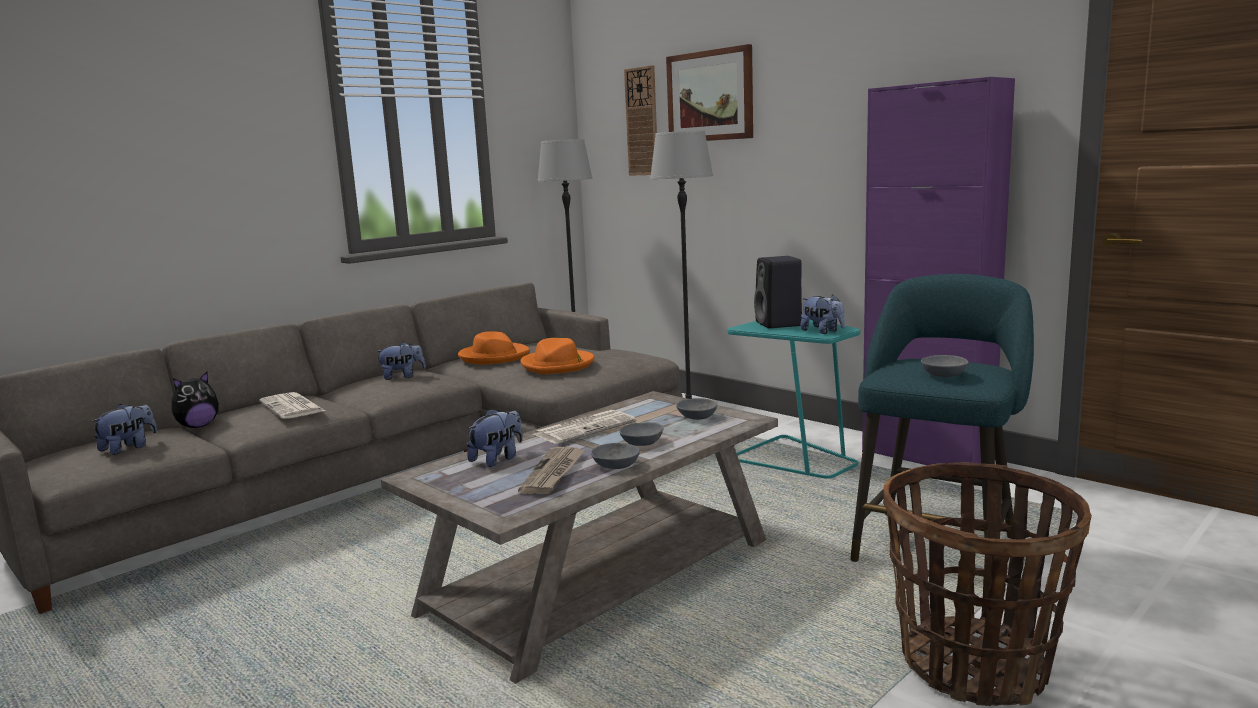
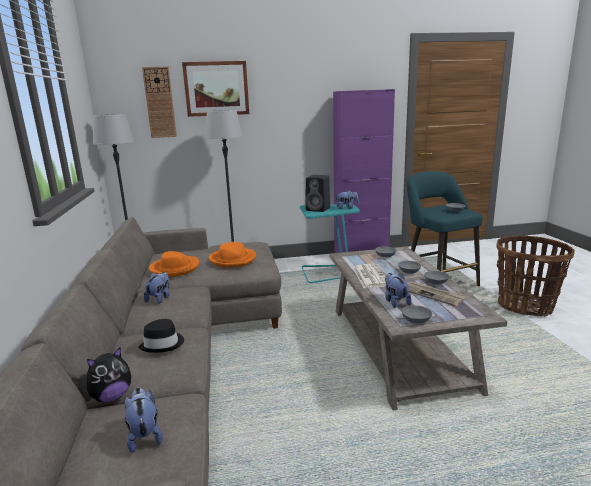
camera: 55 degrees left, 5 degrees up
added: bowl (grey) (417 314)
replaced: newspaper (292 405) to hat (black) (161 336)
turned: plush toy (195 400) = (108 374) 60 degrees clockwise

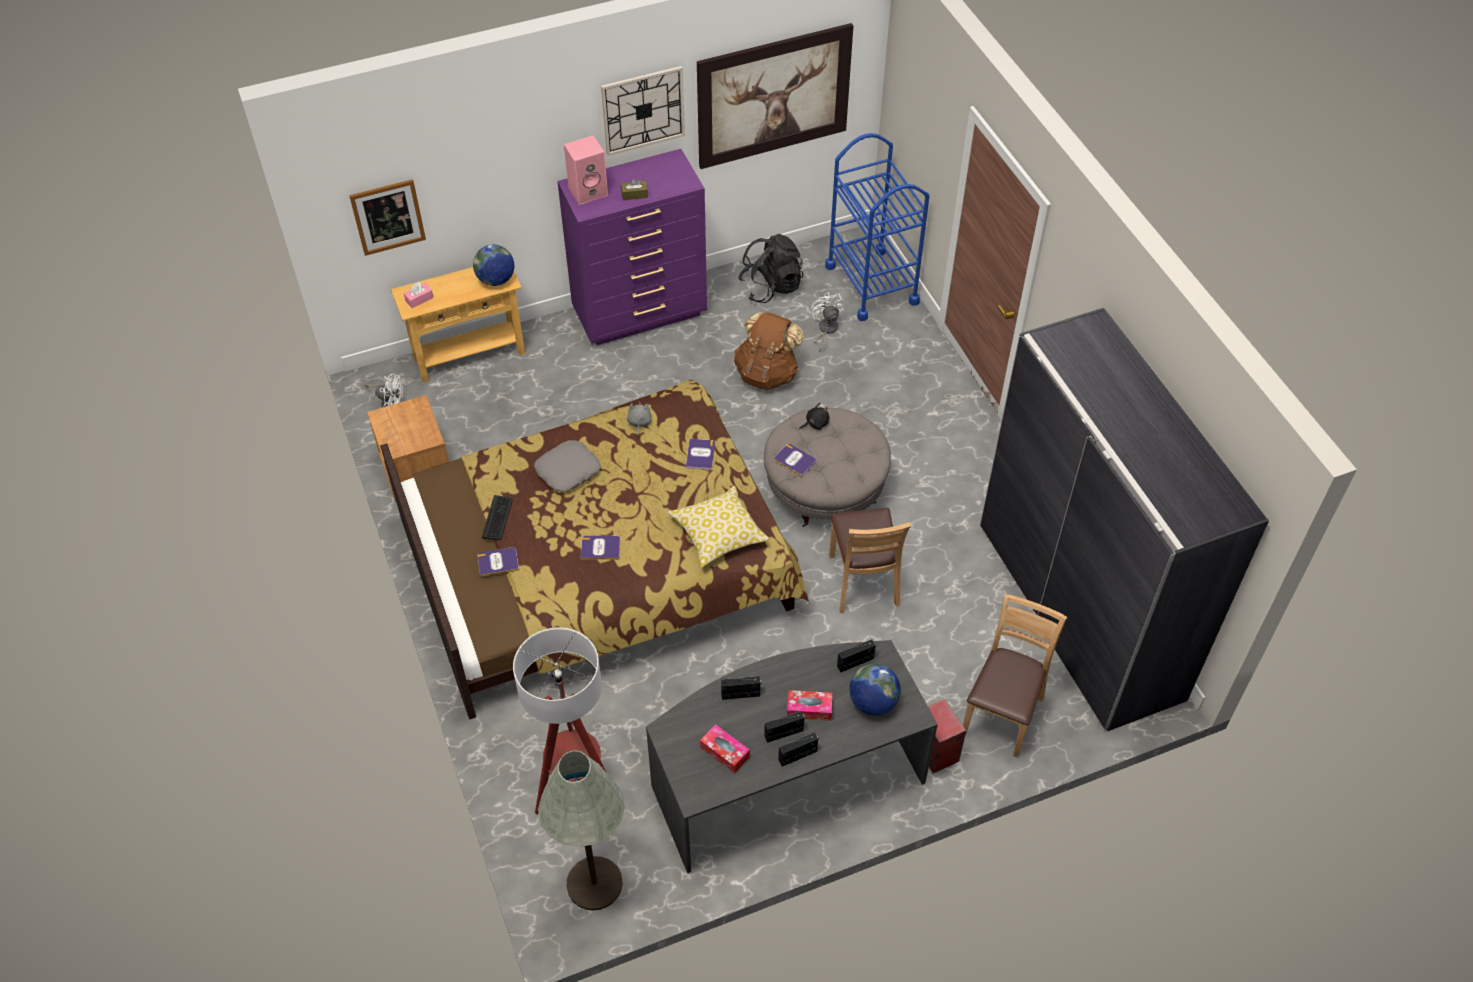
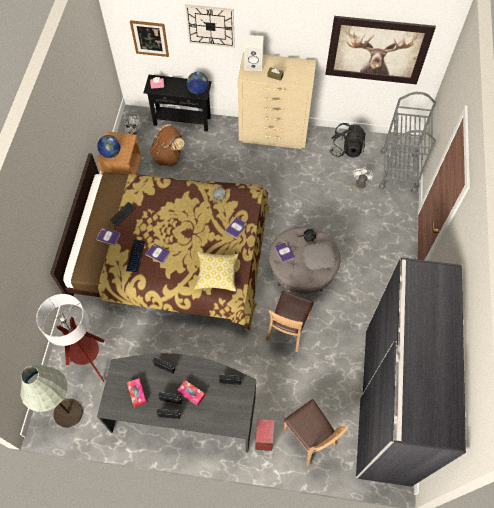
camera: 30 degrees right, 10 degrees up
added: keyboard (135 256)
moved: wall clock (643 111) to (210 26); backpack (brown) (769 350) to (167 145); pillow (grey) (567 466) to (319 256); globe (875 689) to (108 146)
recoloured: cart (blue) (877 227) to cart (grey) (407 142); speaker (pink) (586 170) to speaker (white) (254 53); dresser (purple) (632 247) to dresser (beige) (277 100); console table (beige) (458 325) to console table (black) (177 103)
turned: chair (brown) (1015 676) = (315 432) 90 degrees clockwise

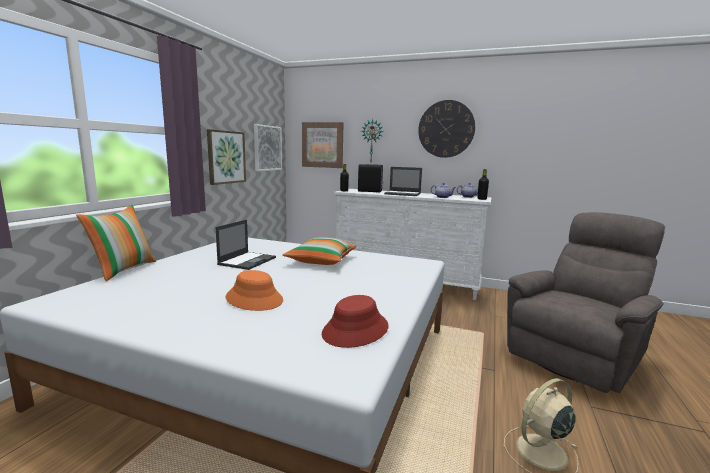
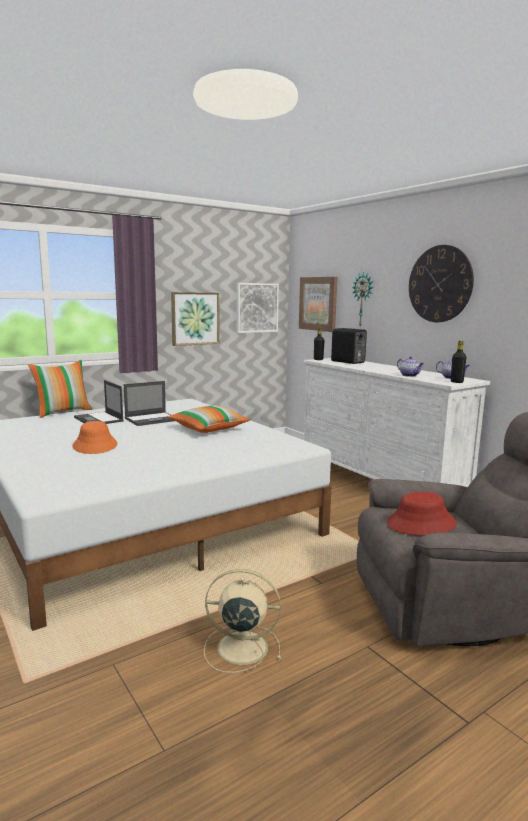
camera: 35 degrees right, 0 degrees up
moved: laptop (403 181) to (99 402); hat (red) (355 321) to (421 513)

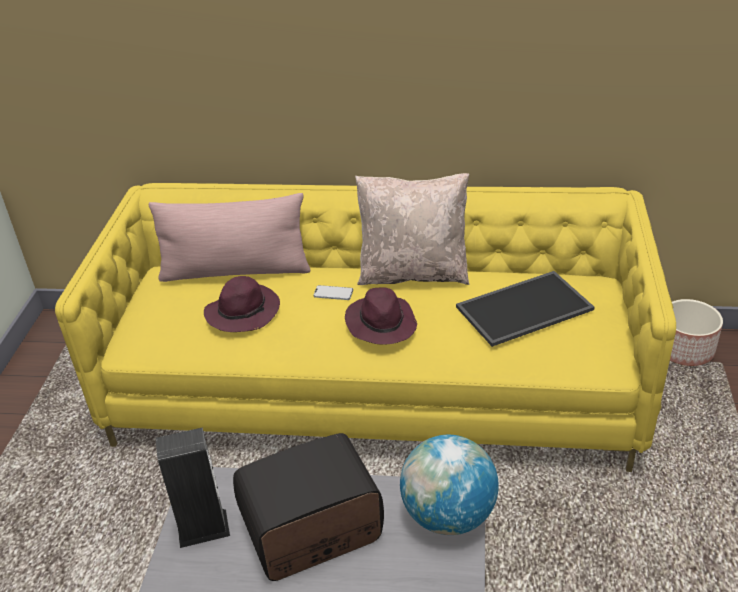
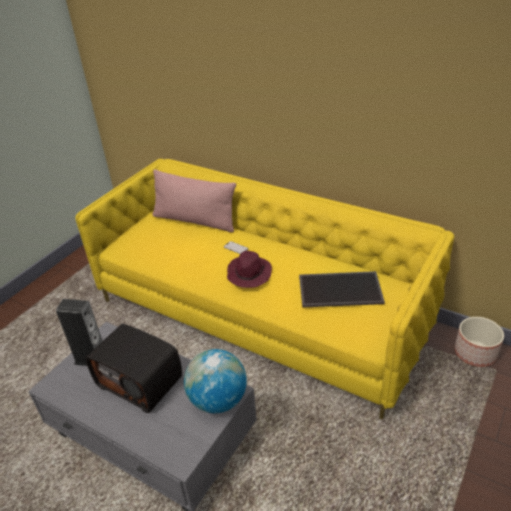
camera: 25 degrees right, 0 degrees up
removed: pillow (beige) (412 229); hat (purple) (242 304)
turned: radio (308 507) = (133 368) 150 degrees counterclockwise

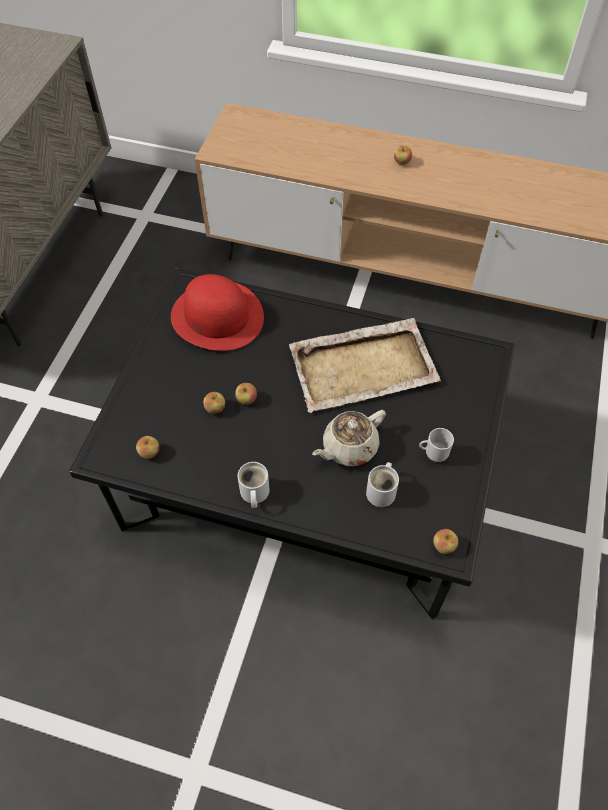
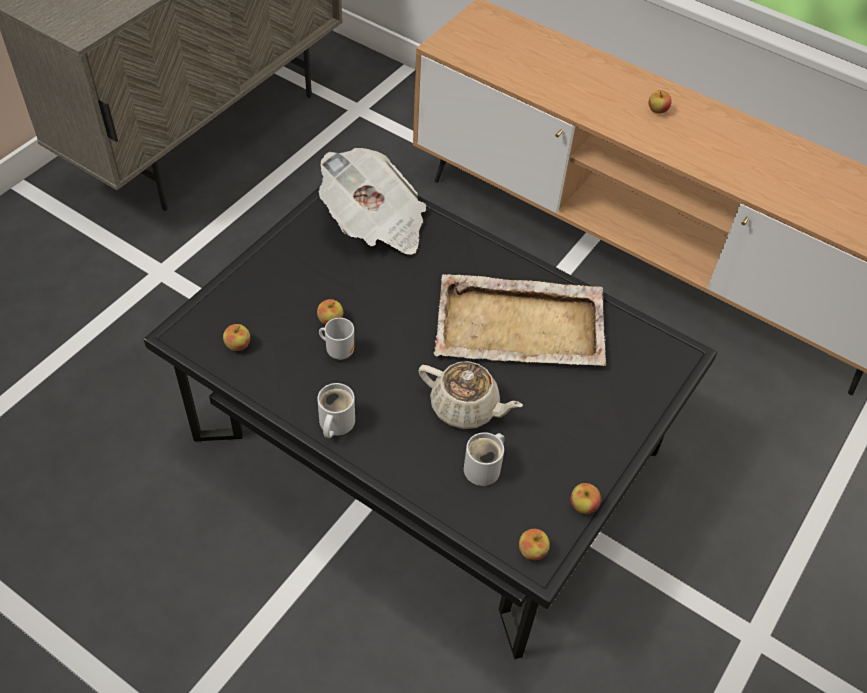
camera: 15 degrees right, 5 degrees down
moved: apple (246 394) to (585 498); mug (436 445) to (336 339)
replaced: hat (red) (217 312) to newspaper (372 201)
turned: teapot (beige) (349 438) = (470 395) 135 degrees counterclockwise

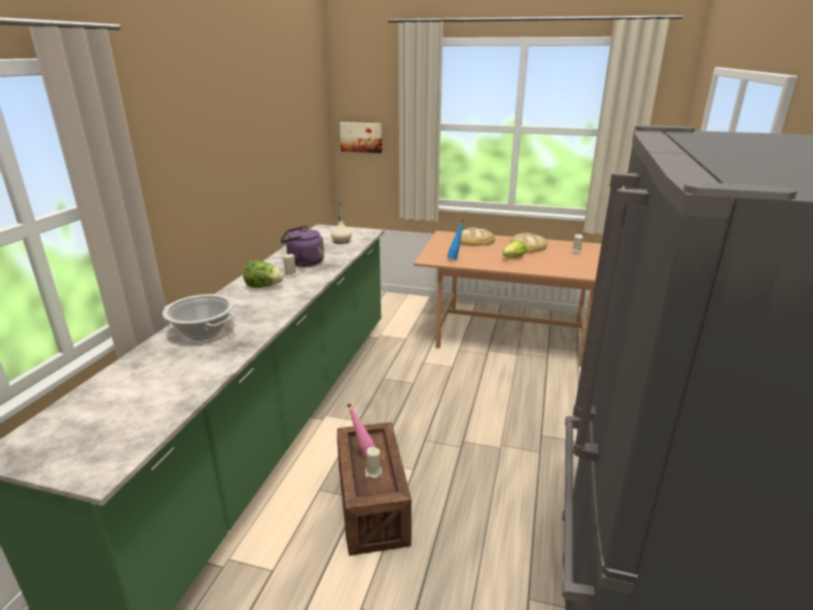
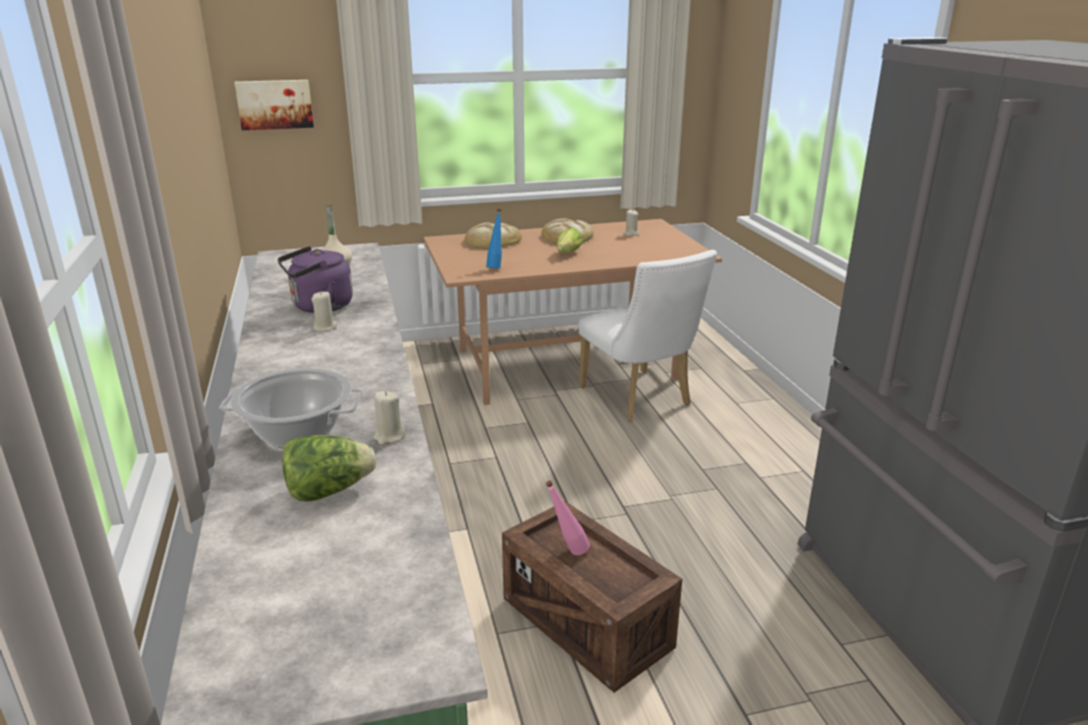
camera: 30 degrees left, 0 degrees up
added: chair (white) (648 335)
moved: lettuce (263 274) to (329 468); candle (beige) (374 462) to (390 418)

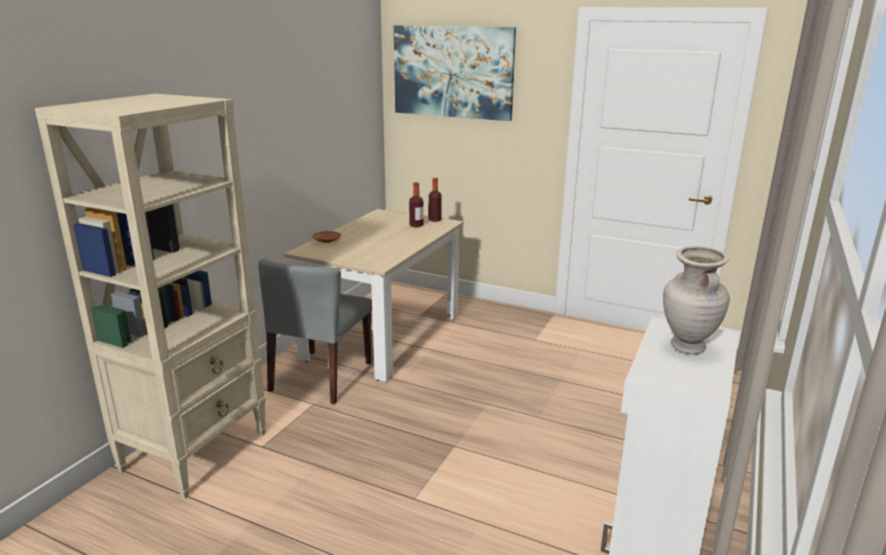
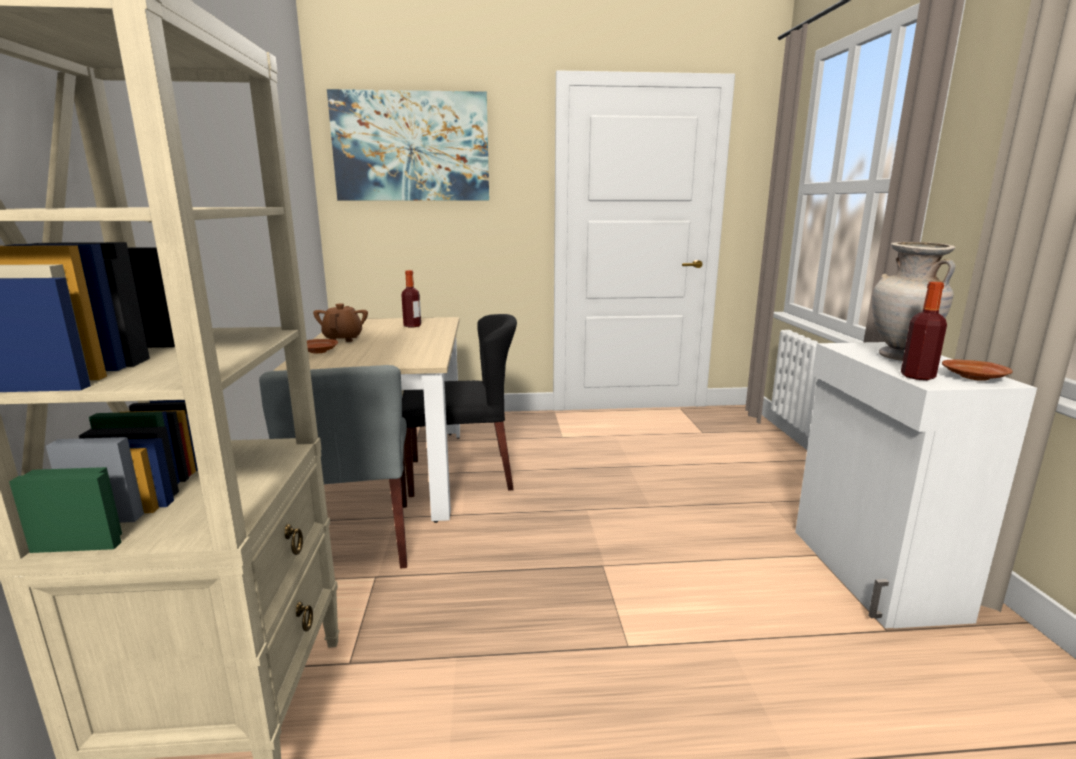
camera: 30 degrees left, 5 degrees down
added: teapot (brown) (340 322); chair (black) (459 405); plate (brown) (977 370)
moved: bottle (435 200) to (924 331)

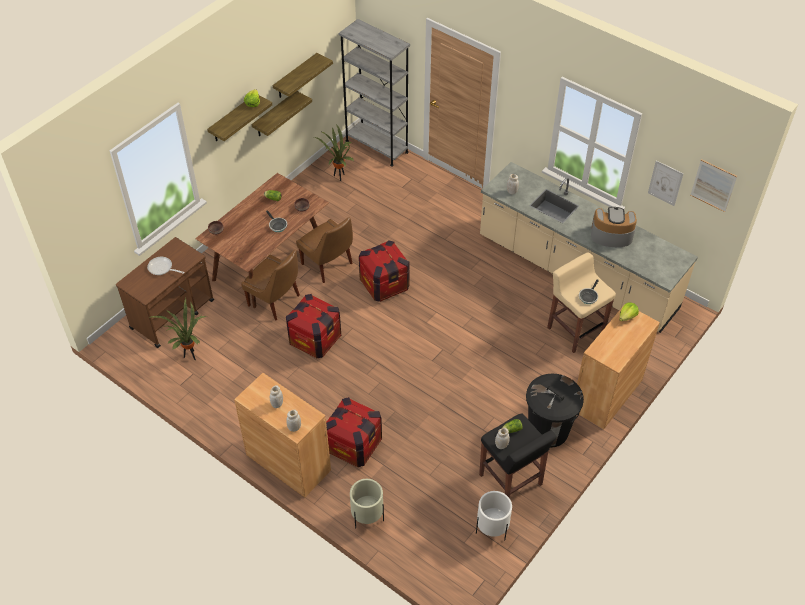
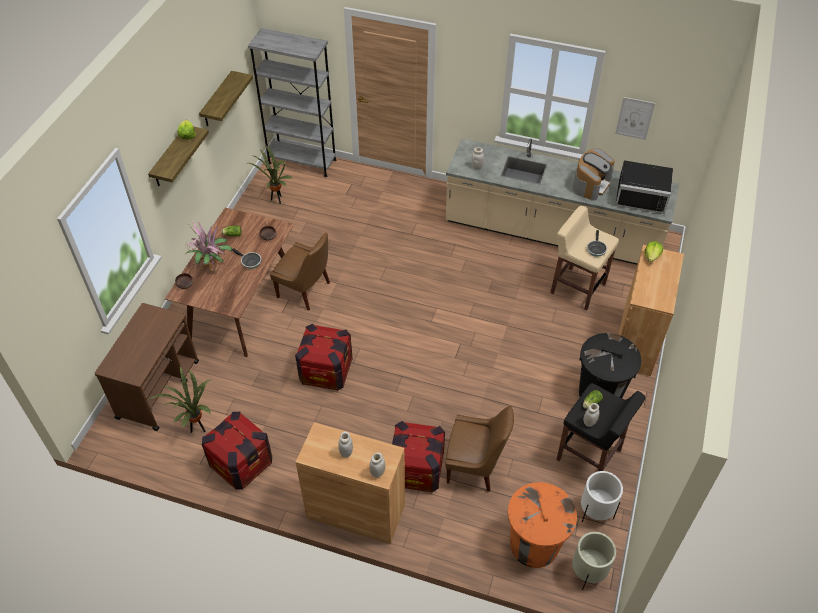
camera: 20 degrees left, 0 degrees up
removed: shelf (281 113); picture (713 185); frying pan (166 266)
added: microwave (black) (644 187); potted plant (208 246); trash can (orange) (542 525)
moved: crate (384 271) to (237 451); chair (brown) (270 285) to (479 449); planter (beige) (367 503) to (594 561)
turned: coffee machine (614 227) = (594 174) 135 degrees clockwise

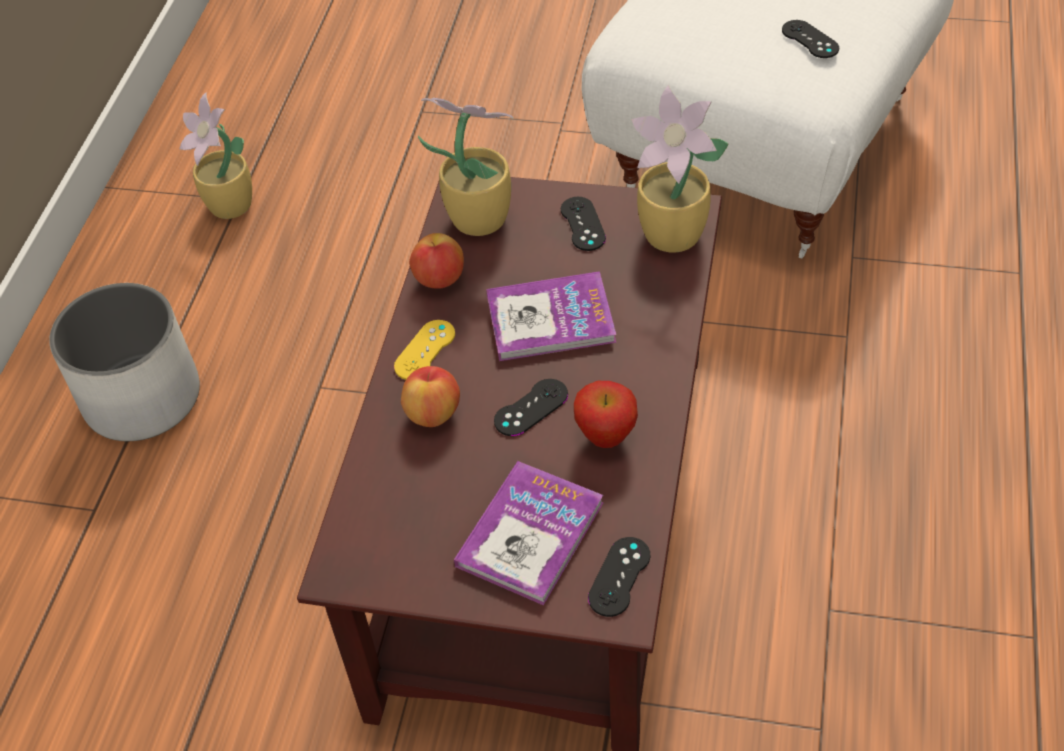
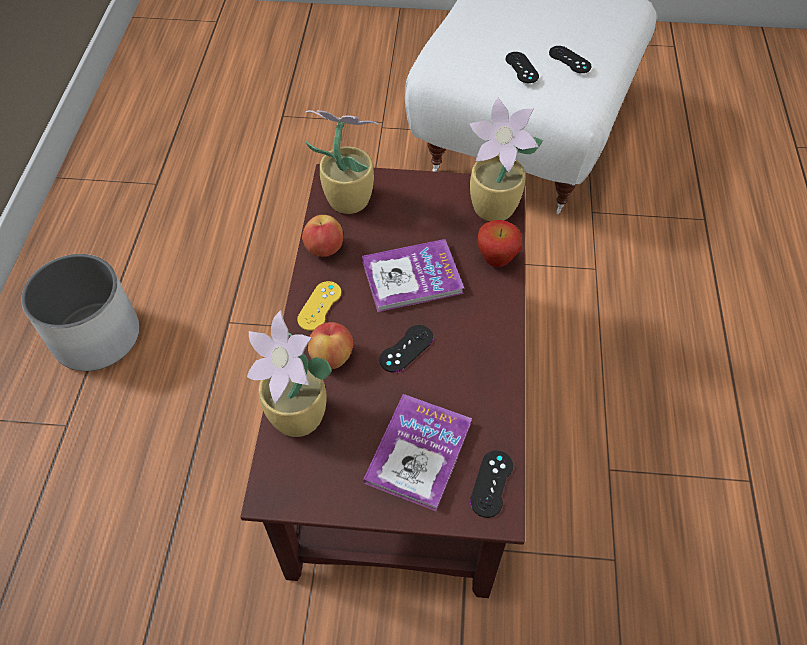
camera: 10 degrees left, 5 degrees up
moved: potted plant (216 156) to (289 373); game controller (black) (583 224) to (522 67); apple (606 414) to (499 243)

